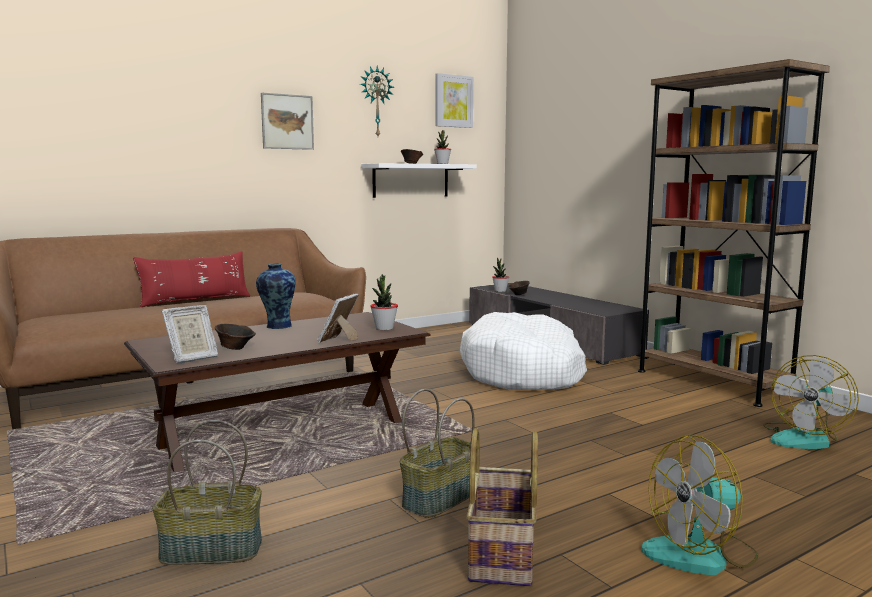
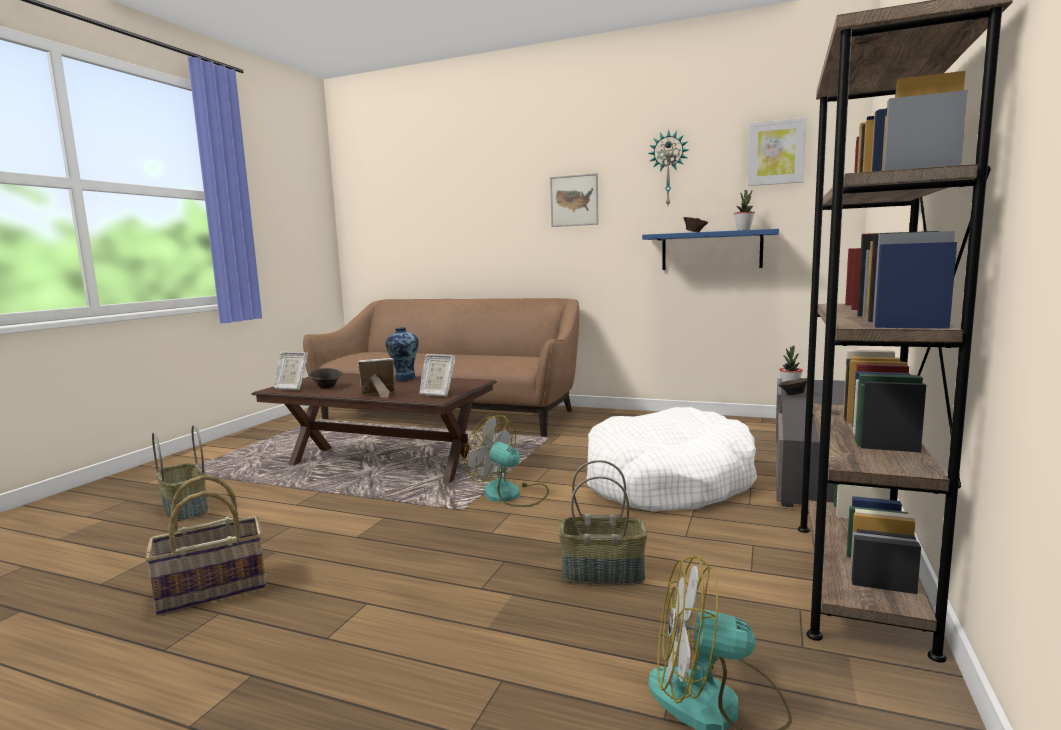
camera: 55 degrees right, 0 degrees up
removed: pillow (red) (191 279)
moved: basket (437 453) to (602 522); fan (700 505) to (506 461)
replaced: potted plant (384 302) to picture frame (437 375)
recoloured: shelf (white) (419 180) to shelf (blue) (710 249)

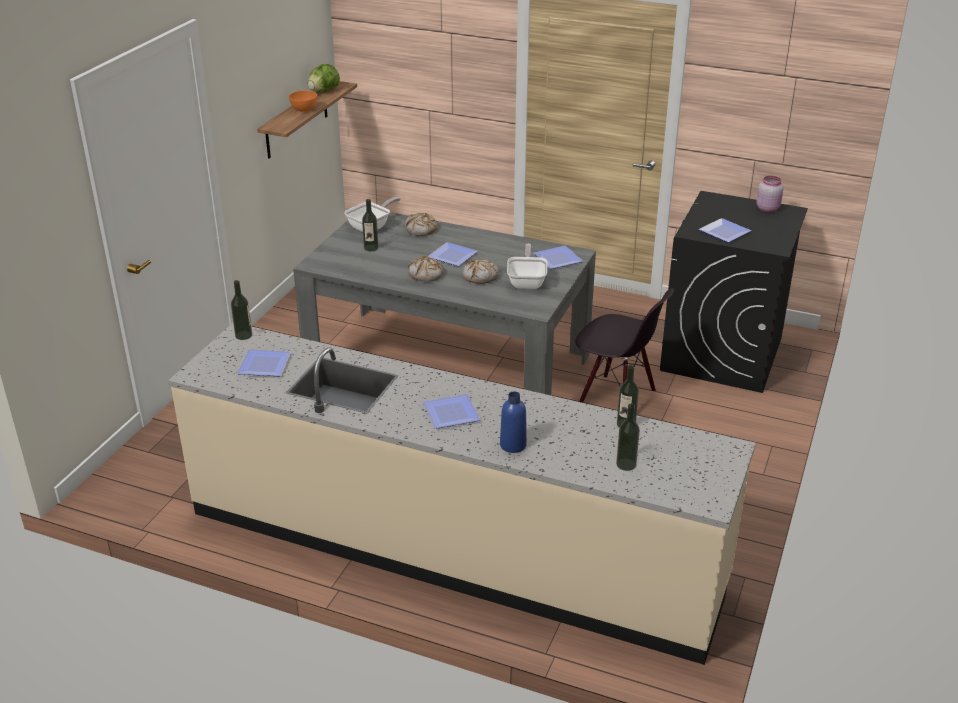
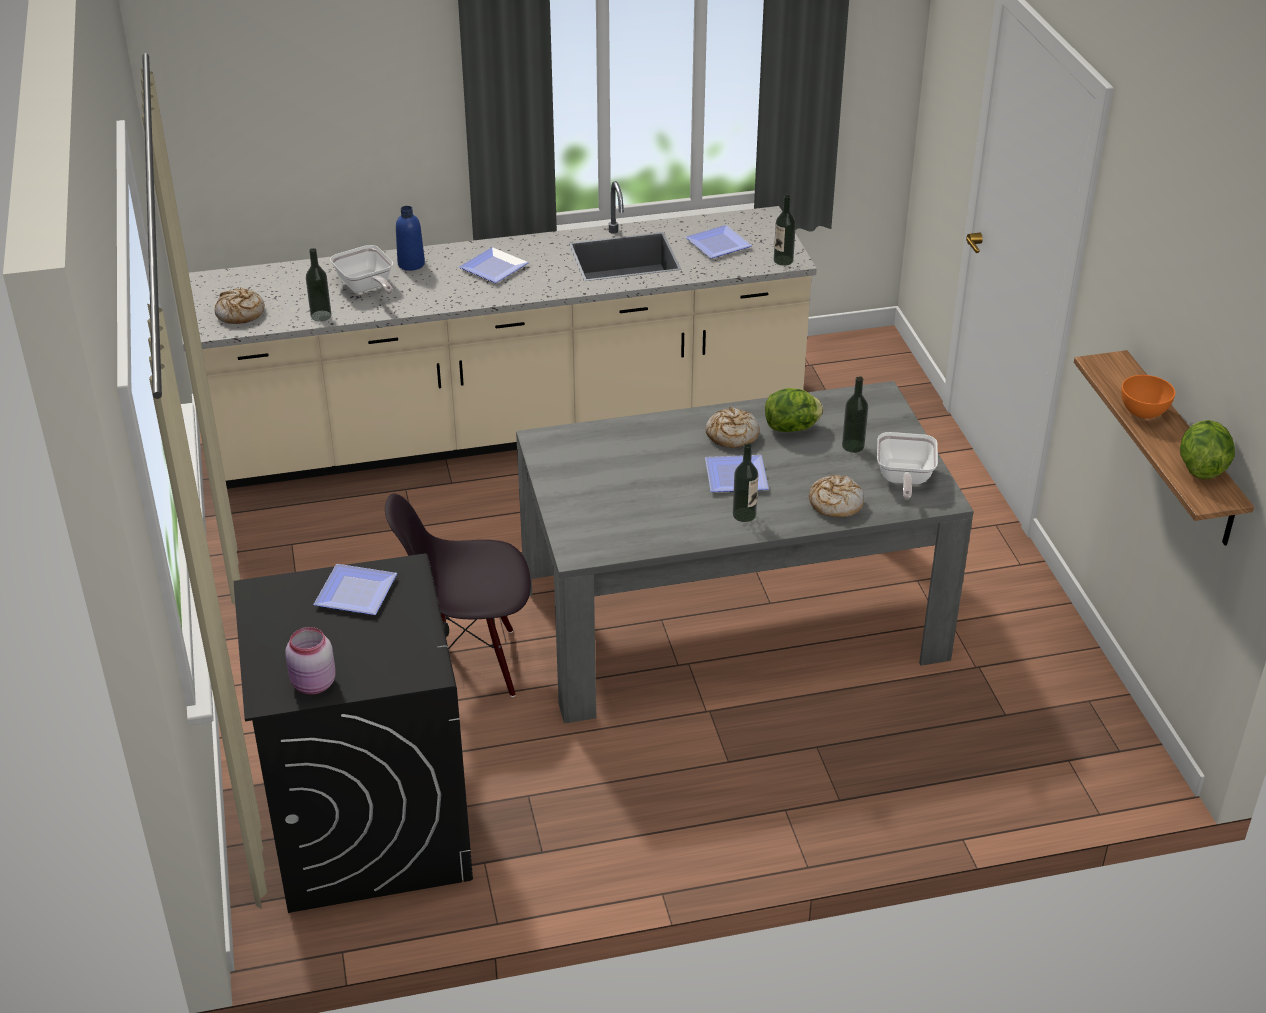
camera: 145 degrees right, 5 degrees up
removed: plate (558 257)
added: lettuce (794 410)
moved: frying pan (527 266) to (361 269); bread (481 271) to (240 305); bottle (628 437) to (745 482)

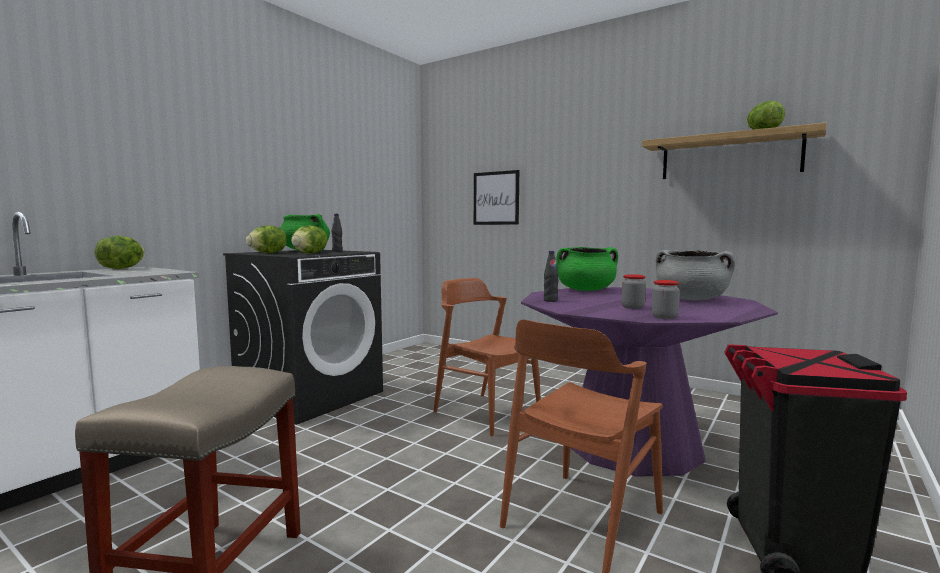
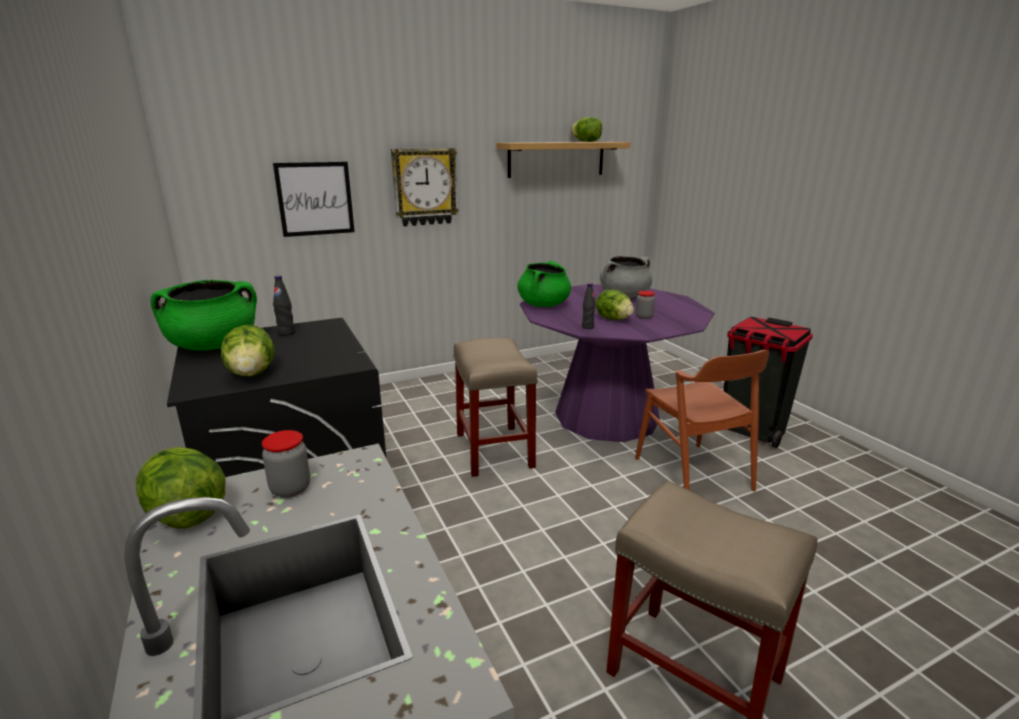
camera: 60 degrees left, 15 degrees up
added: wall clock (425 187)
moved: lettuce (309 239) to (615 305); jar (665 299) to (286 464)
replaced: chair (brown) (487 357) to stool (beige) (495 407)

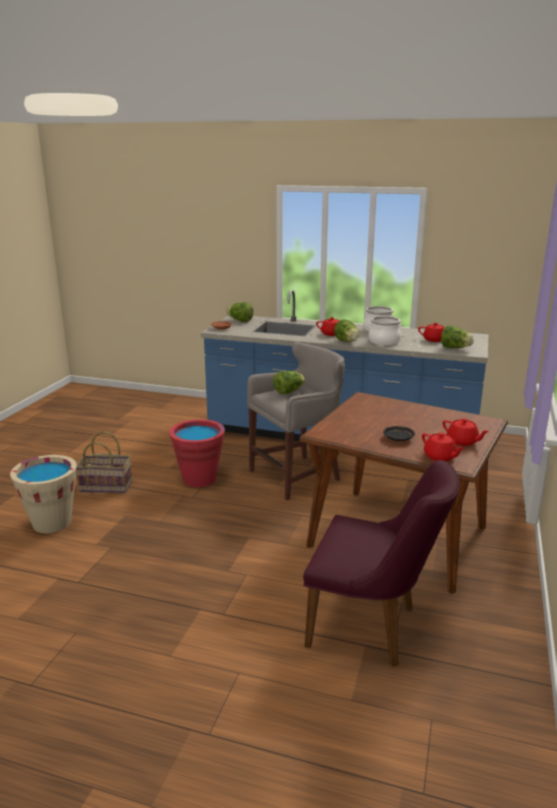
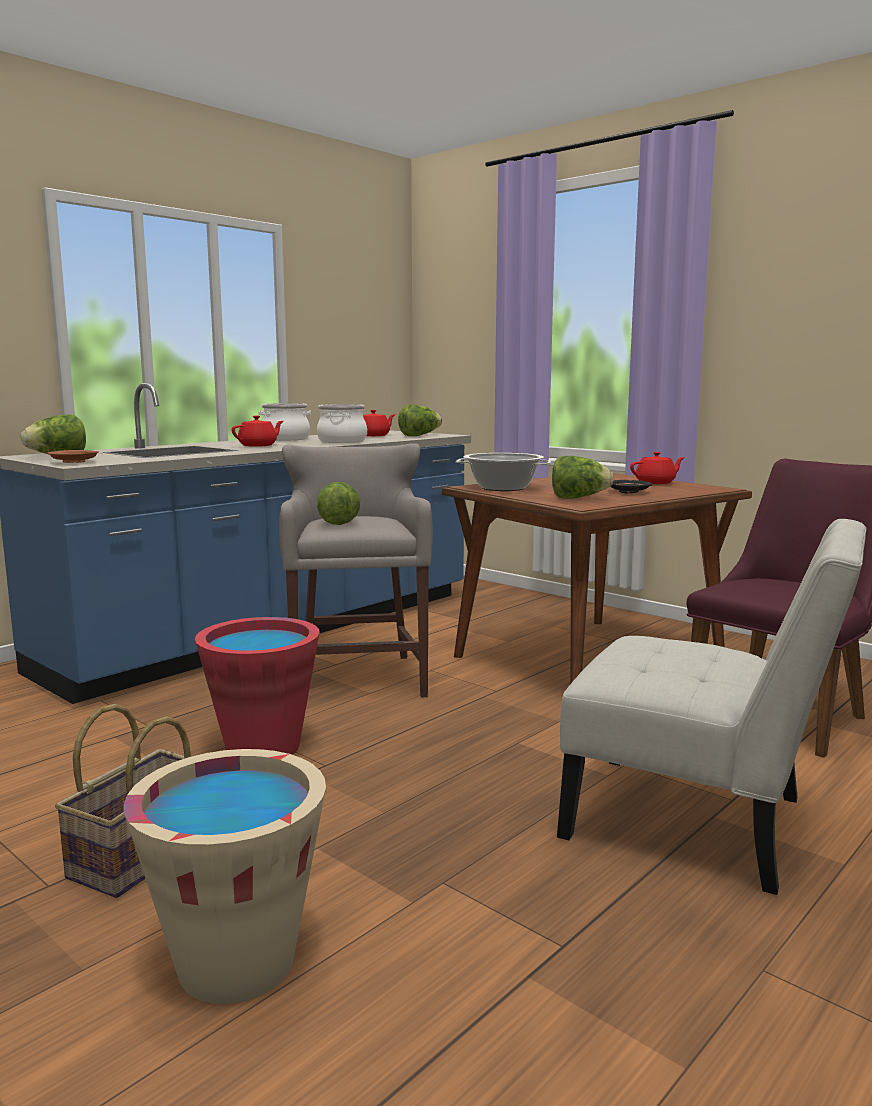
camera: 65 degrees left, 10 degrees down
removed: teapot (red) (443 447)
added: cooking pot (503 472); chair (white) (711 707)
moved: lettuce (346 330) to (582 477)

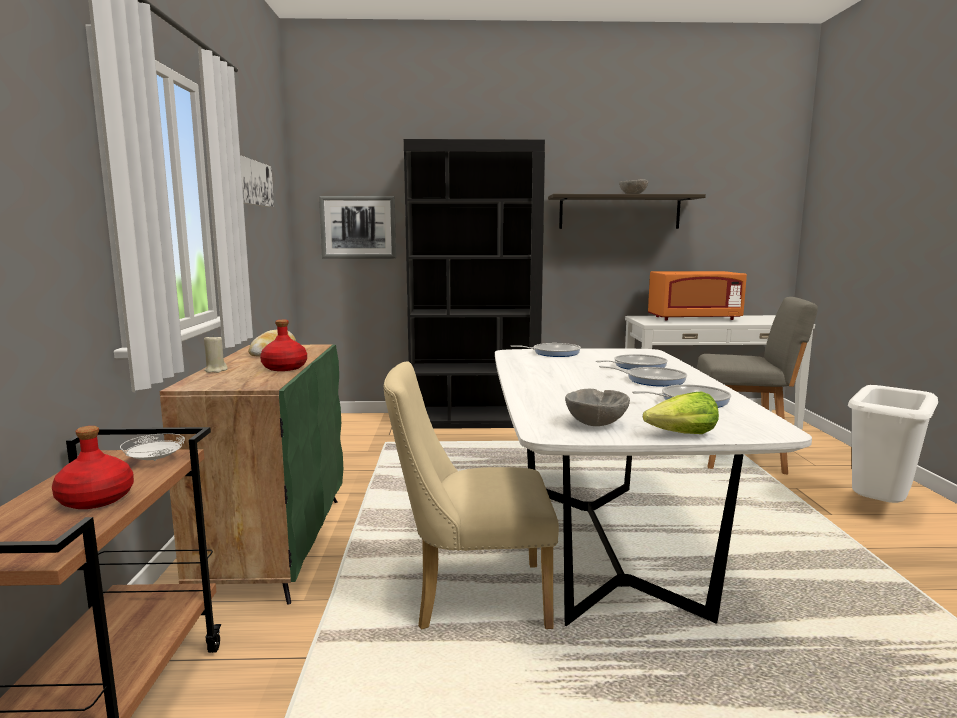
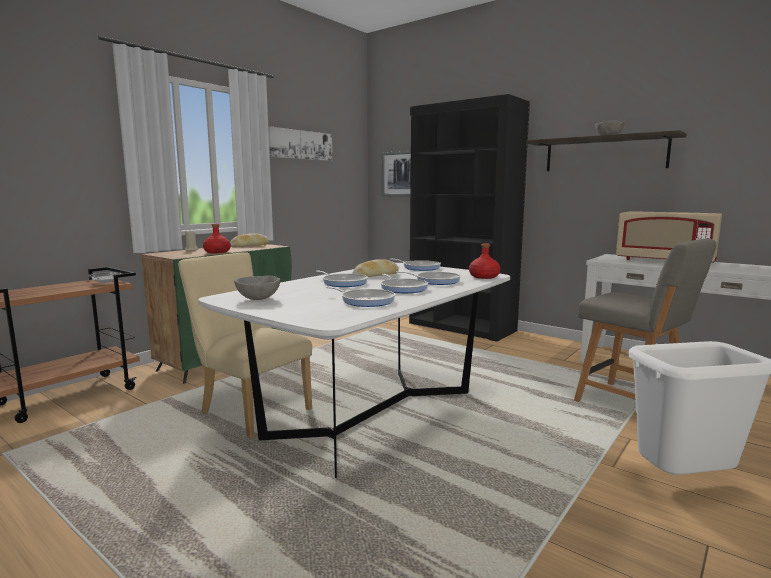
camera: 40 degrees right, 0 degrees up
removed: lettuce (681 412)
added: bread (375 268); frying pan (342 279)
moved: bottle (red) (93 467) to (485 261)
recoloured: microwave (orange) (697 295) to microwave (beige) (669 237)

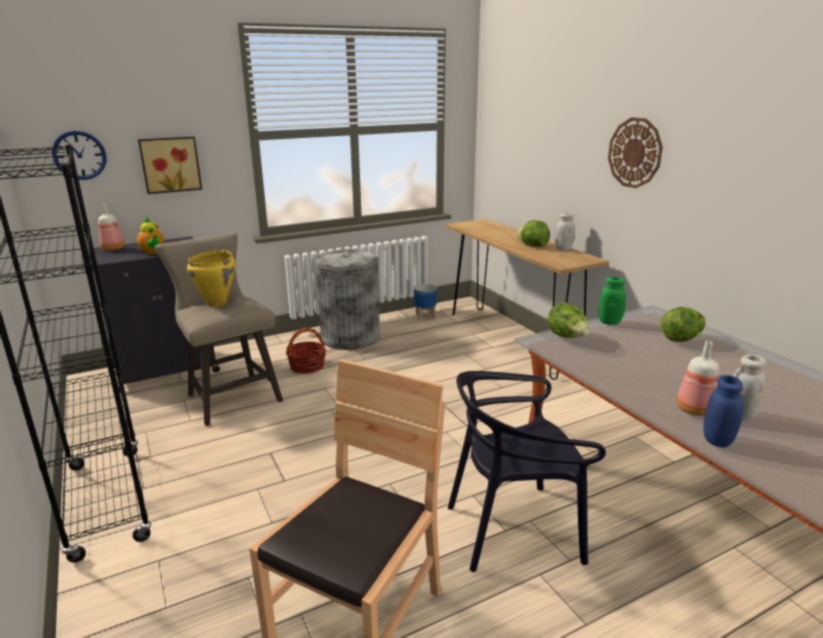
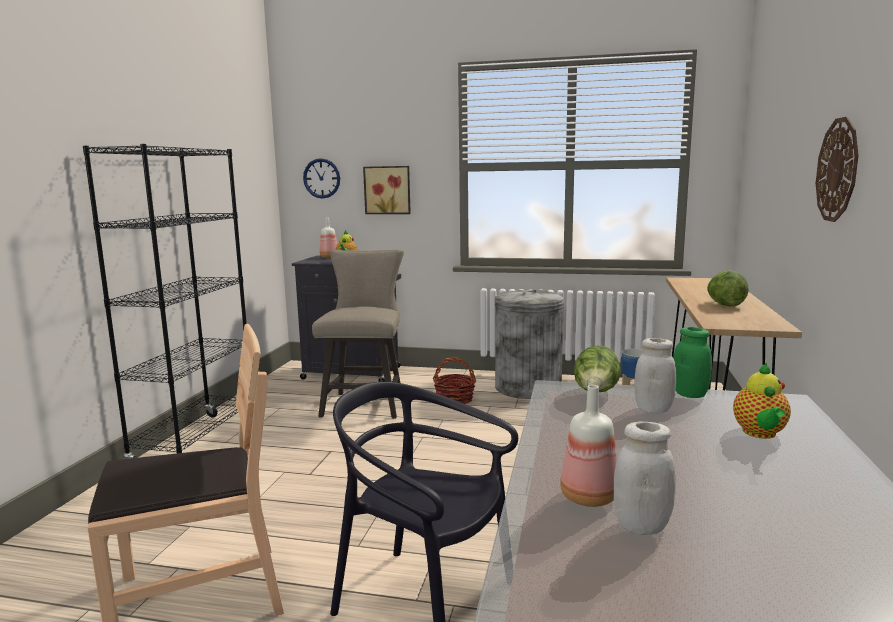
camera: 40 degrees right, 10 degrees down
removed: cooking pot (yellow) (211 278); jar (blue) (723 411)
moved: jar (white) (565 232) to (655 375)
replaced: lettuce (683 324) to teapot (762 401)

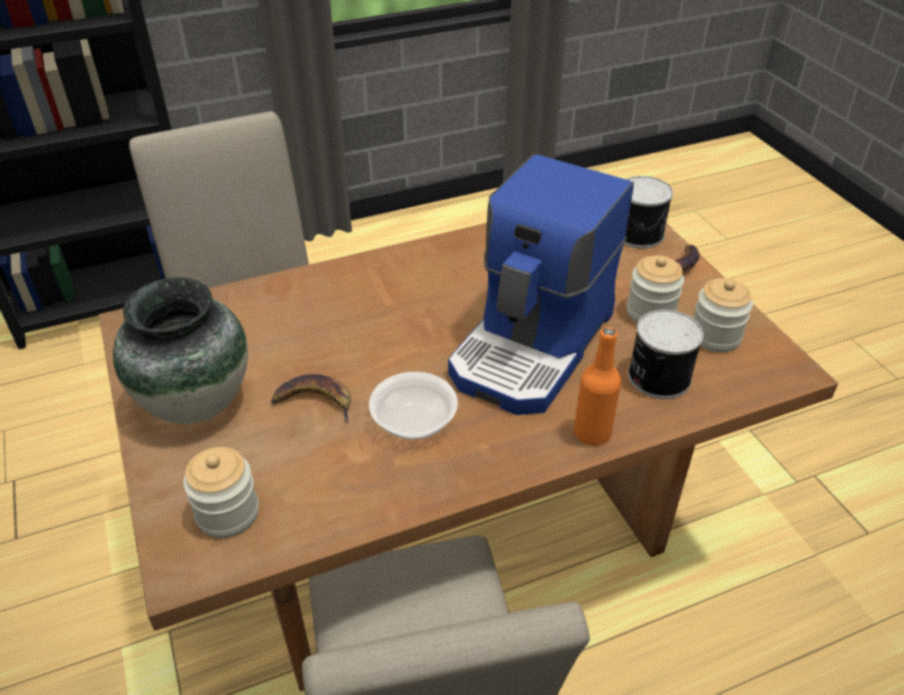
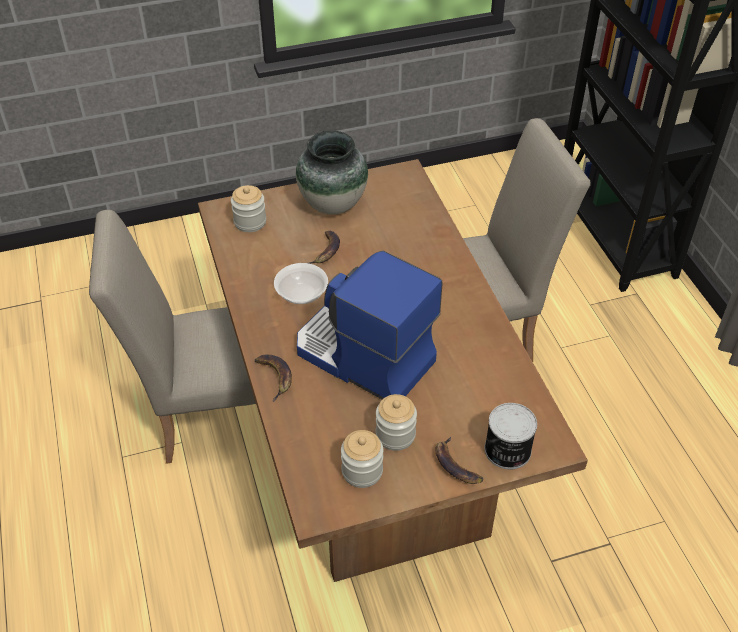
camera: 95 degrees right, 5 degrees up
removed: can (665 354)
replaced: bottle (orange) (597 386) to banana (273 378)

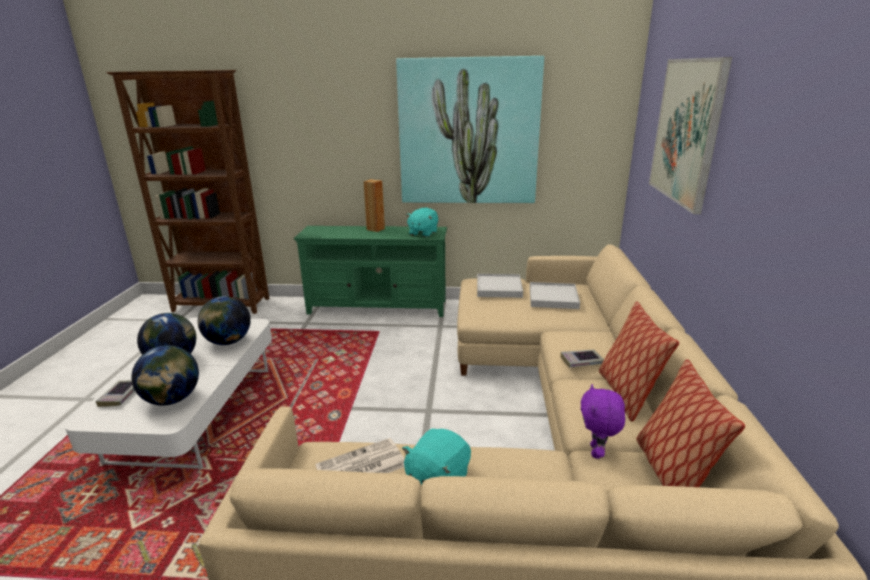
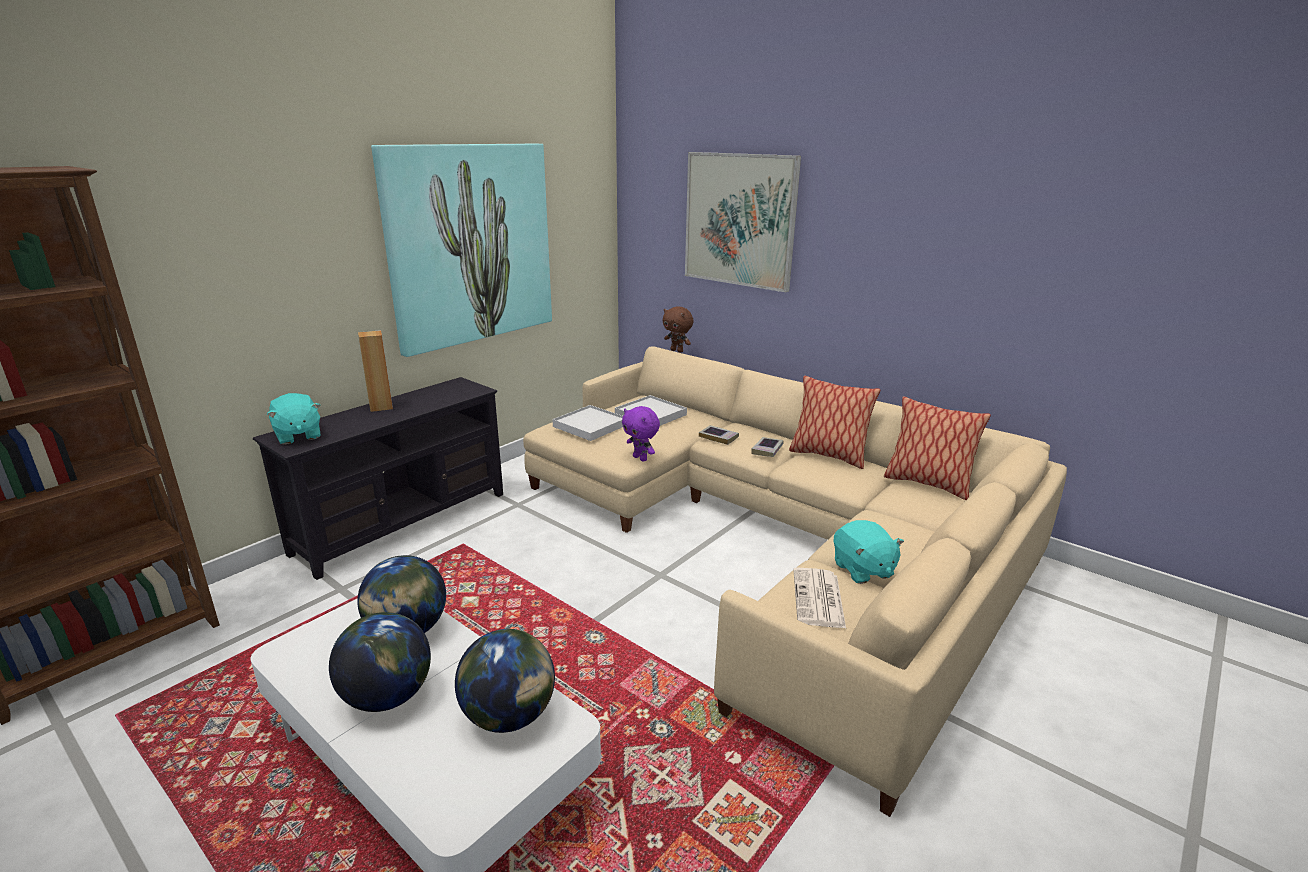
camera: 55 degrees left, 0 degrees up
added: plush toy (brown) (678 329)
moved: plush toy (turquoise) (422 222) to (294 419); book (115 393) to (719 435); plush toy (purple) (603 421) to (641 434)
recoloured: tv stand (green) (370 271) to tv stand (black) (378 478)

